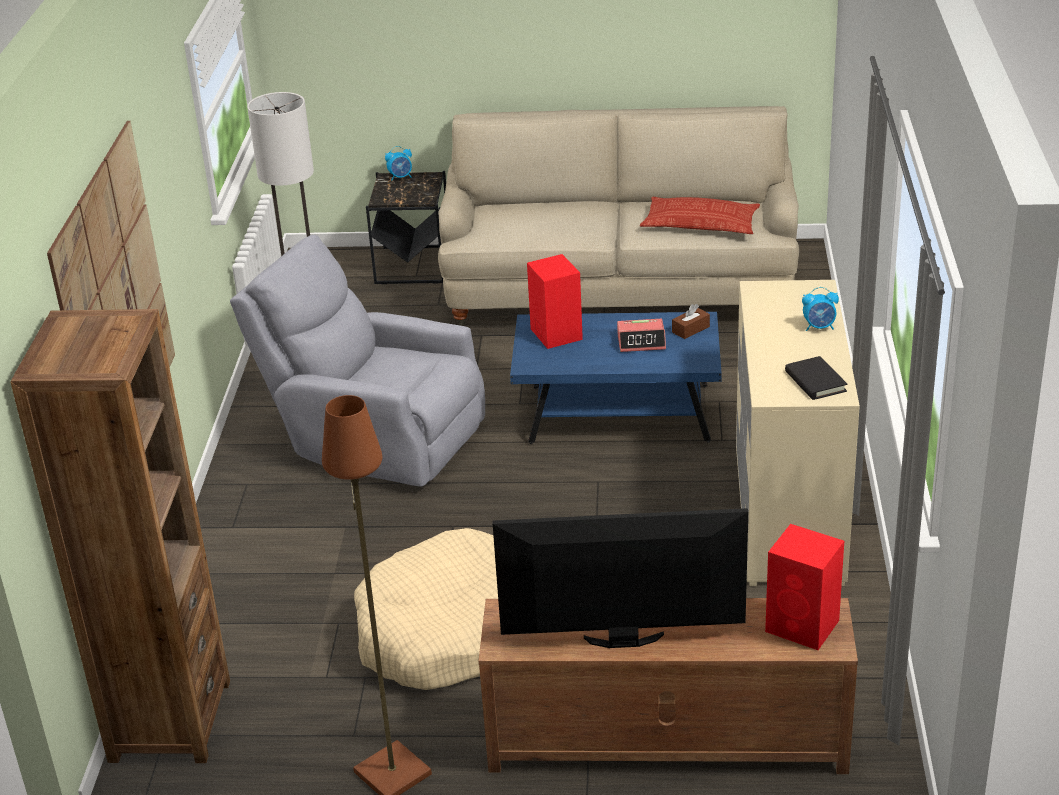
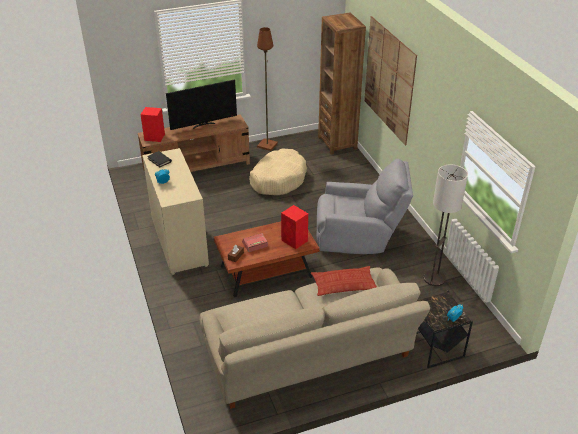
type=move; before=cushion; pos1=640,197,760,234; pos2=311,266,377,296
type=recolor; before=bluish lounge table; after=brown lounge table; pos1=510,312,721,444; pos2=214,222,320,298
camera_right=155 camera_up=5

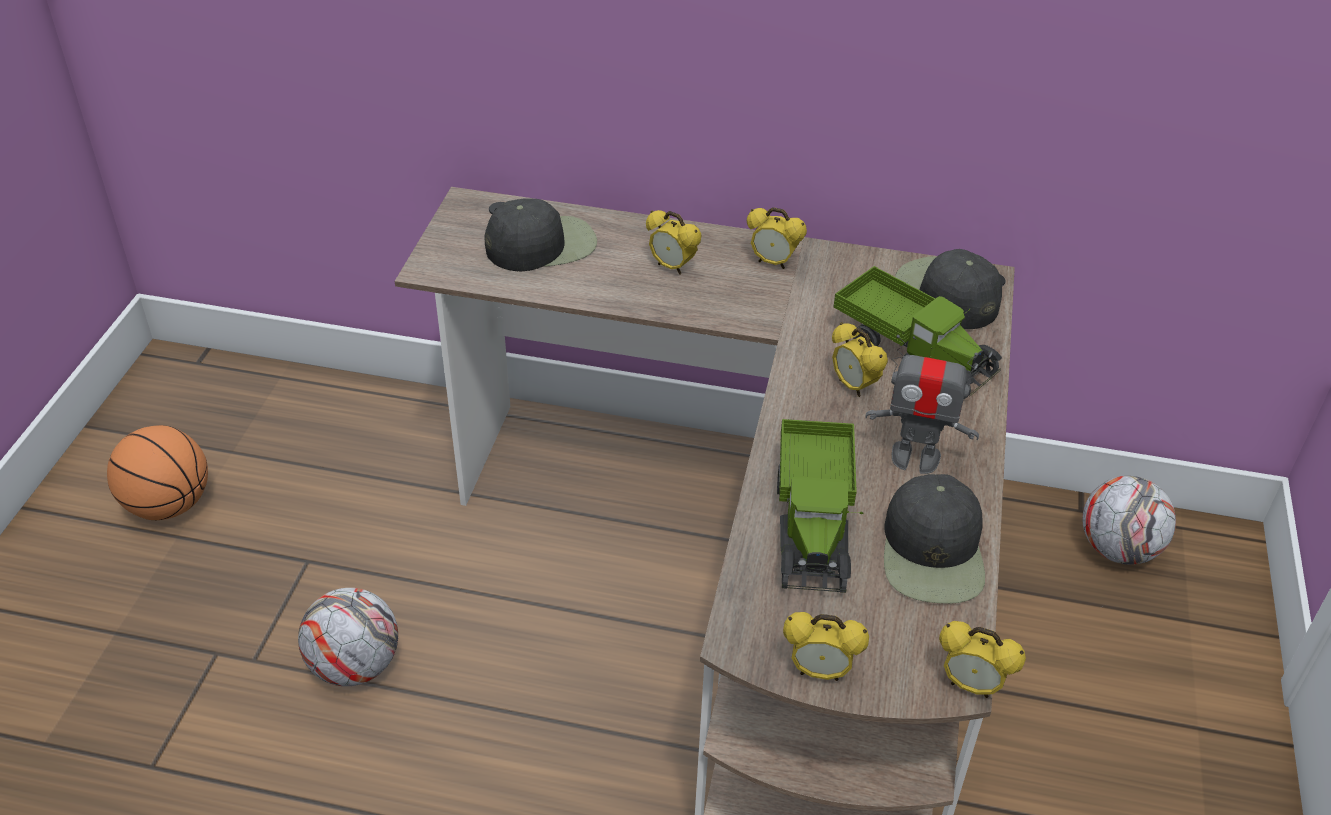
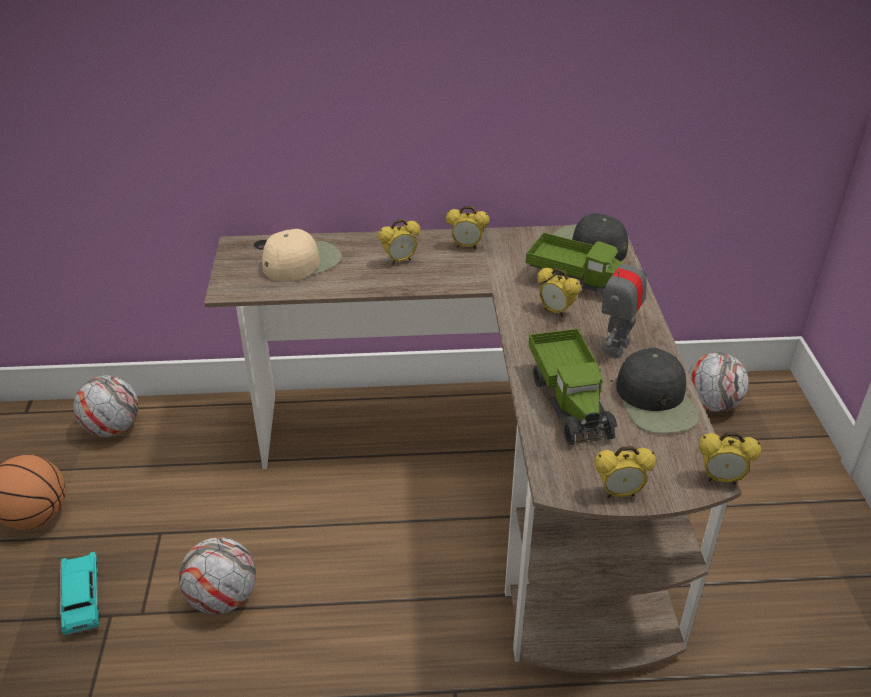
type=insert; after=blue-green model car; pos2=60,552,100,636
type=insert; after=football; pos2=73,375,138,437
type=recolor; before=black peaked cap; after=beige-coloured peaked cap; pos1=484,198,597,272; pos2=262,229,342,282
type=rotate; before=bedside clock; pos1=646,210,701,275; pos2=378,219,421,265; turn=-45
type=rotate; before=robot figure; pos1=865,335,980,474; pos2=600,243,647,359; turn=120
camera_right=-15 camera_up=-5

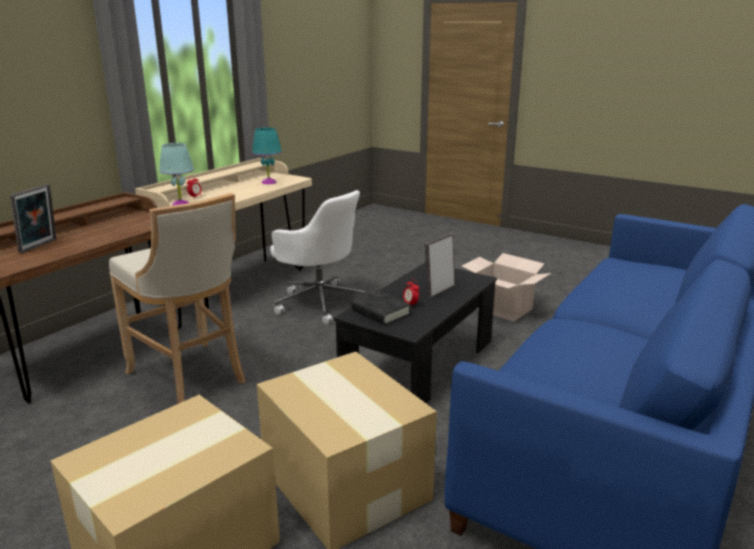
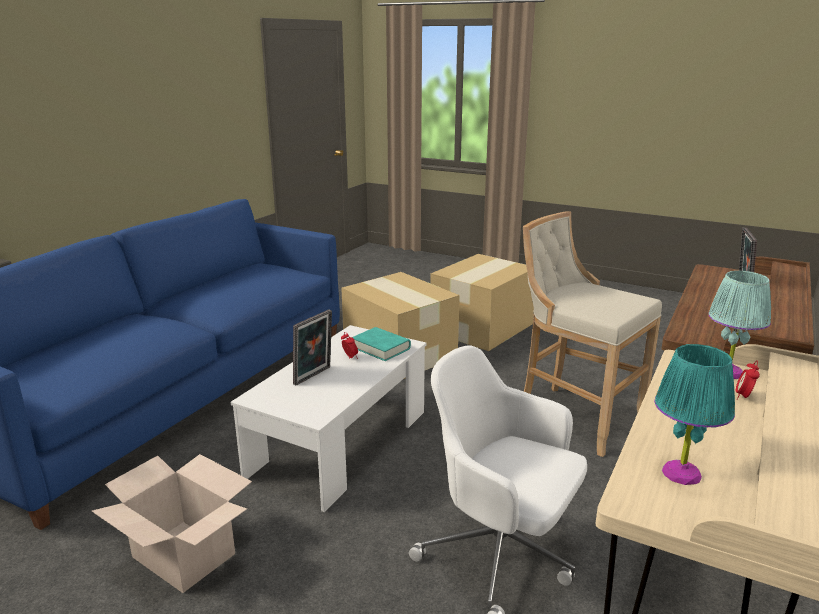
type=recolor; before=black lounge table; after=whitish lounge table; pos1=334,262,497,403; pos2=231,325,427,512
type=recolor; before=black book; after=blue-green book; pos1=352,291,411,325; pos2=352,327,411,361
camera_right=175 camera_up=0

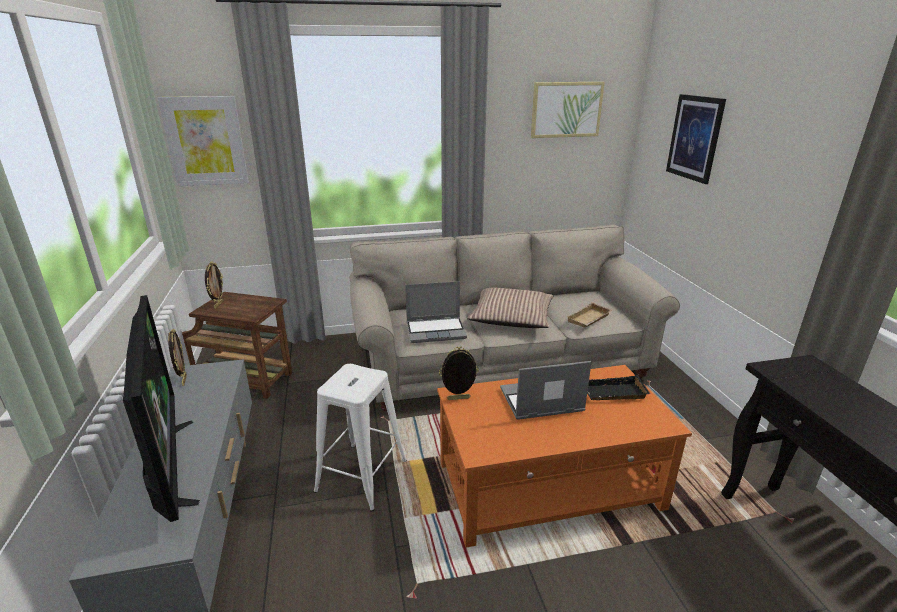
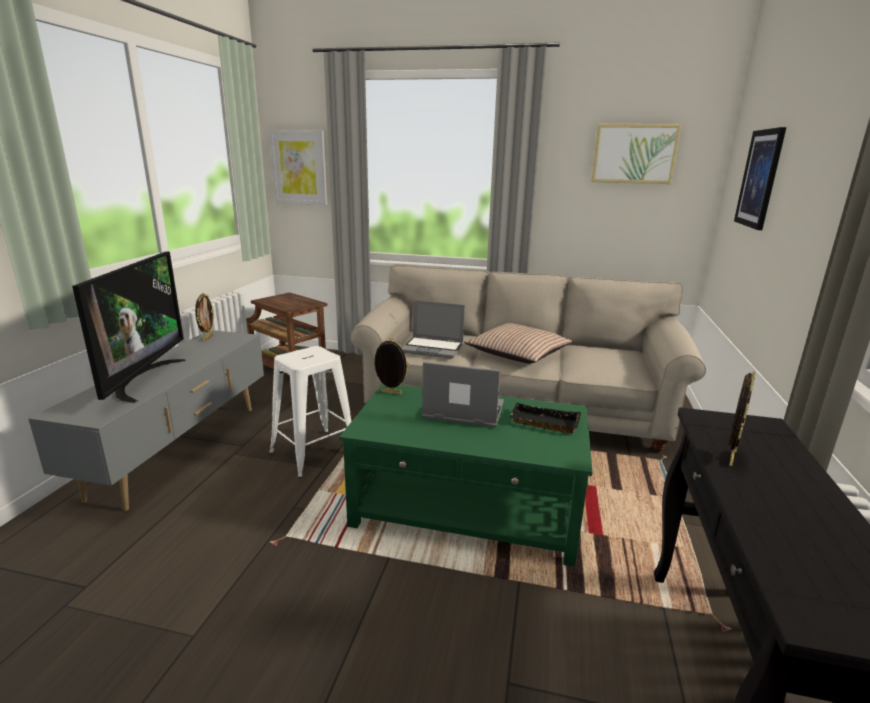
type=delete; before=beige-coloured serving tray; pos1=567,302,612,328
type=move; before=picture frame; pos1=205,262,224,309; pos2=729,370,756,466
type=recolor; before=orangey lounge table; after=green-coloured lounge table; pos1=437,365,692,547; pos2=339,383,593,567
camera_right=25 camera_up=-5

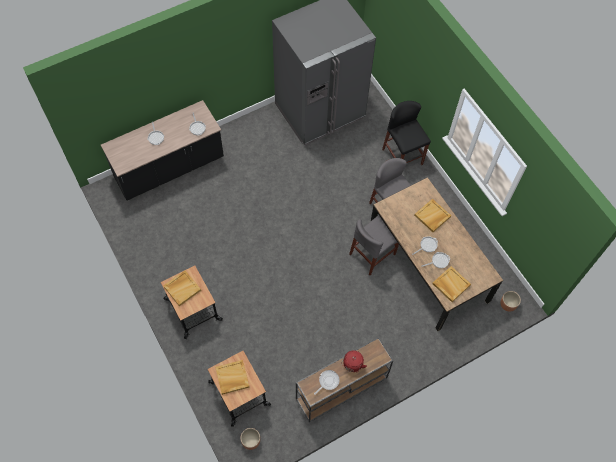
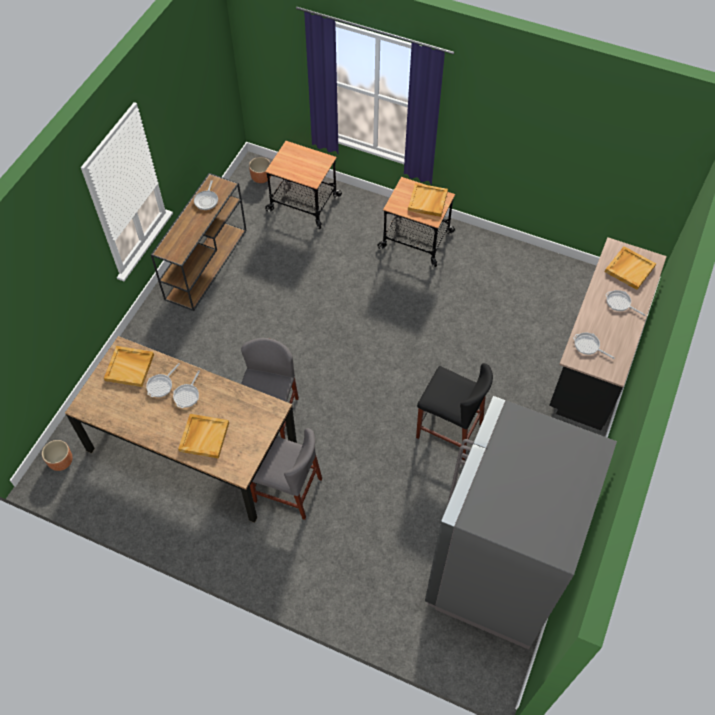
type=delete; before=red water kettle; pos1=341,350,367,372
type=move; before=beige-coloured serving tray; pos1=215,360,249,395; pos2=605,246,656,290
type=move; before=black stool seat; pos1=382,101,431,165; pos2=416,363,493,460
camera_right=145 camera_up=-5

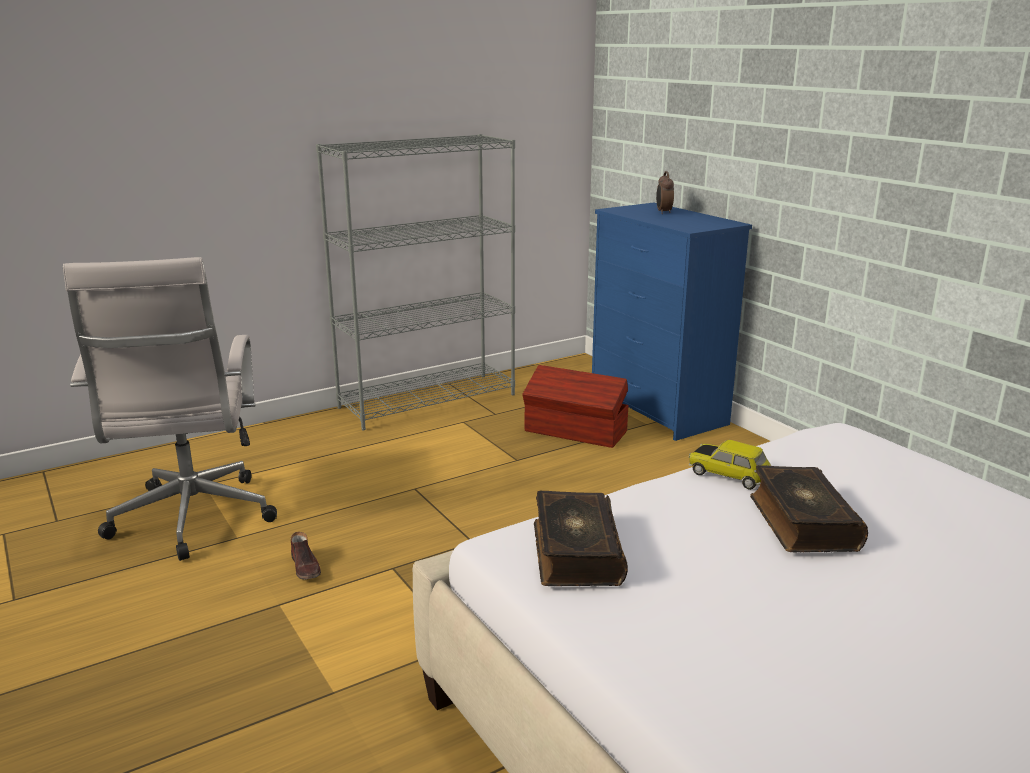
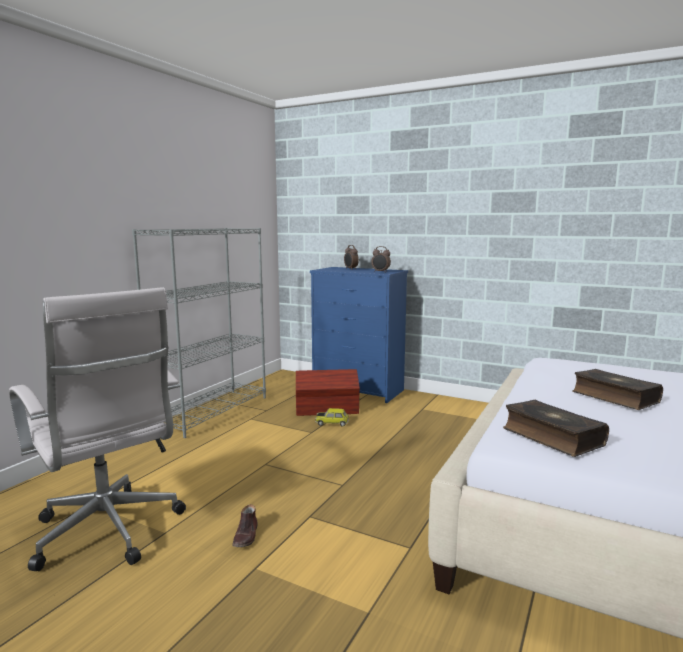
type=insert; after=bedside clock; pos2=372,246,391,273
type=move; before=model car; pos1=689,440,771,490; pos2=315,408,349,427
type=rotate; before=brown low shoe; pos1=291,532,321,580; pos2=232,504,258,547; turn=60
camera_right=-30 camera_up=-10

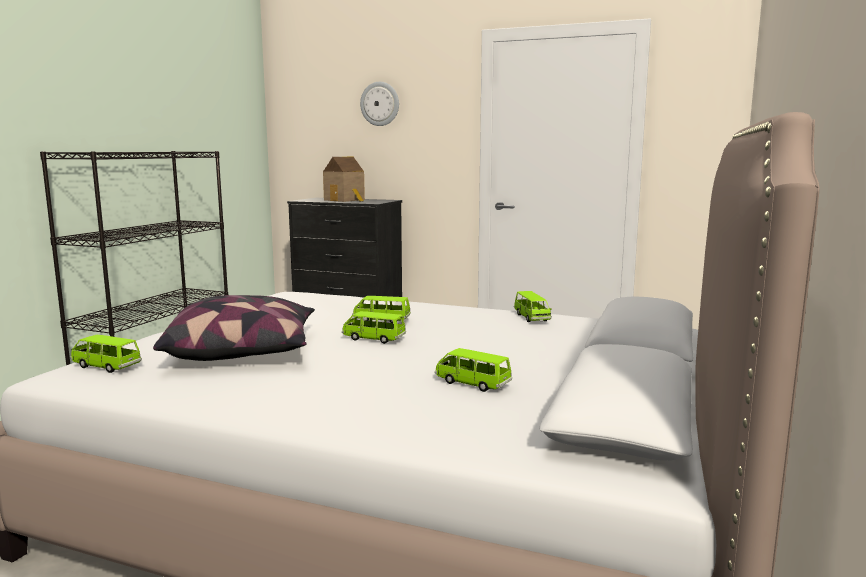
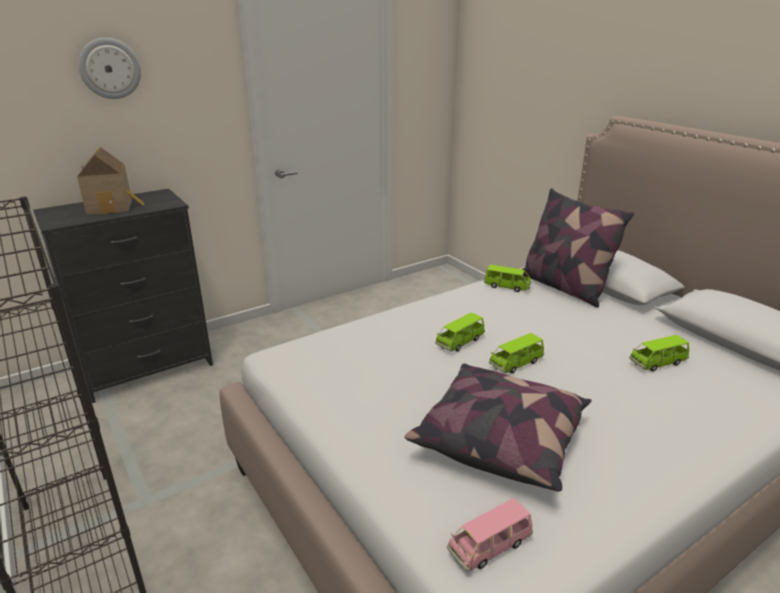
type=insert; after=cushion; pos2=521,188,634,307
type=recolor; before=green-coloured model car; after=pinkish model car; pos1=70,335,142,373; pos2=447,498,533,572
camera_right=-55 camera_up=15

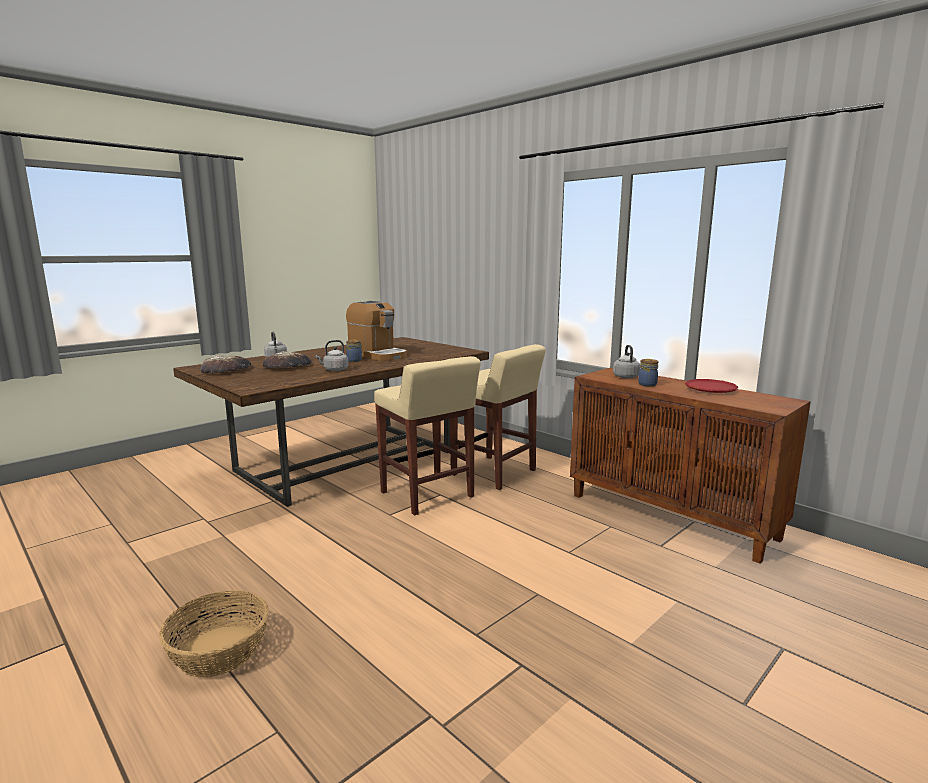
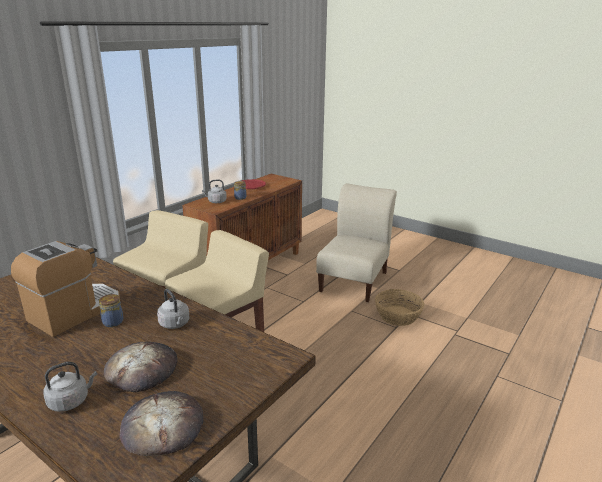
type=insert; after=beige-coloured chair; pos2=316,184,397,302
type=move; before=household basket; pos1=159,590,269,677; pos2=375,289,424,326
camera_right=-100 camera_up=10

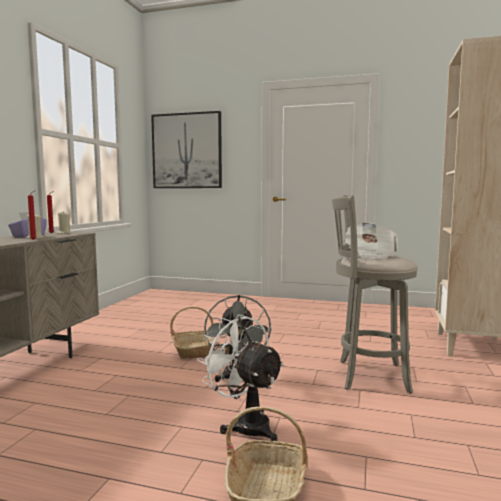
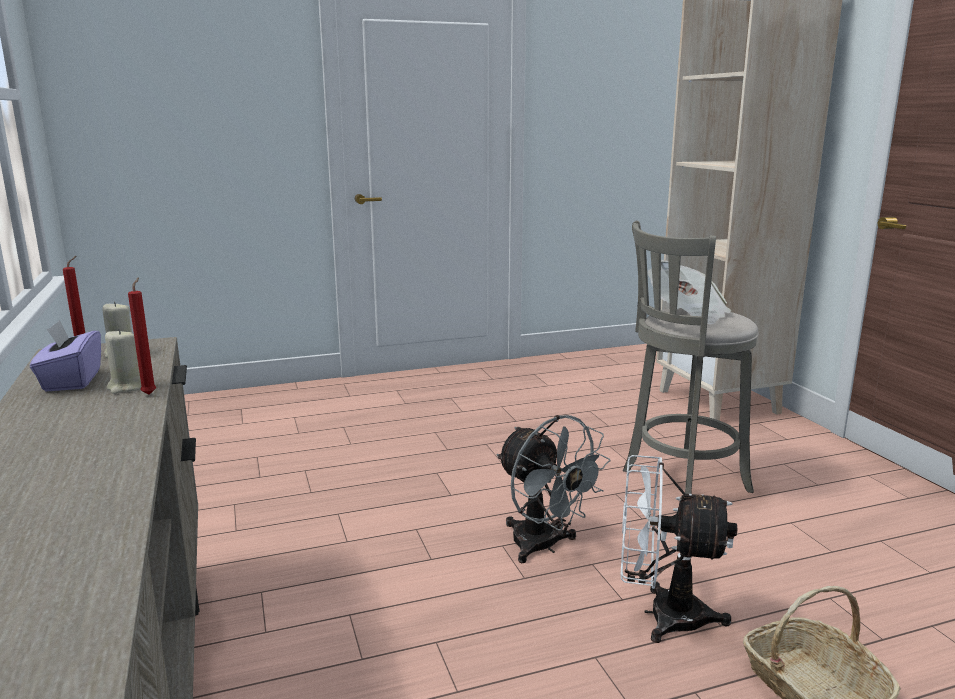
type=delete; before=picture; pos1=151,111,222,188
type=delete; before=household basket; pos1=170,307,215,359
camera_right=-35 camera_up=10

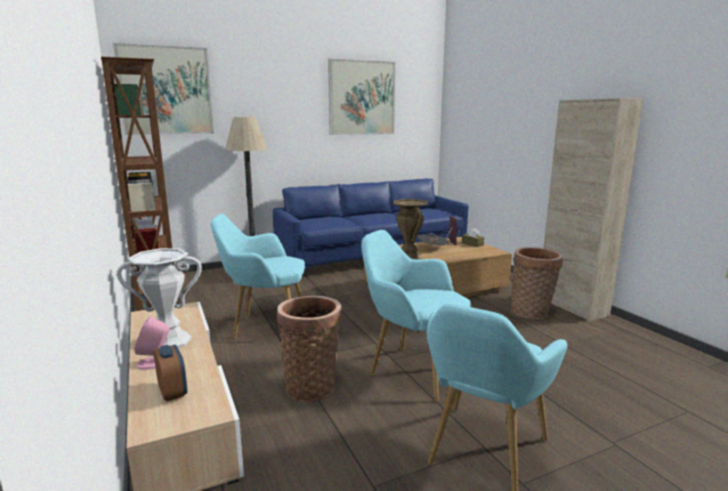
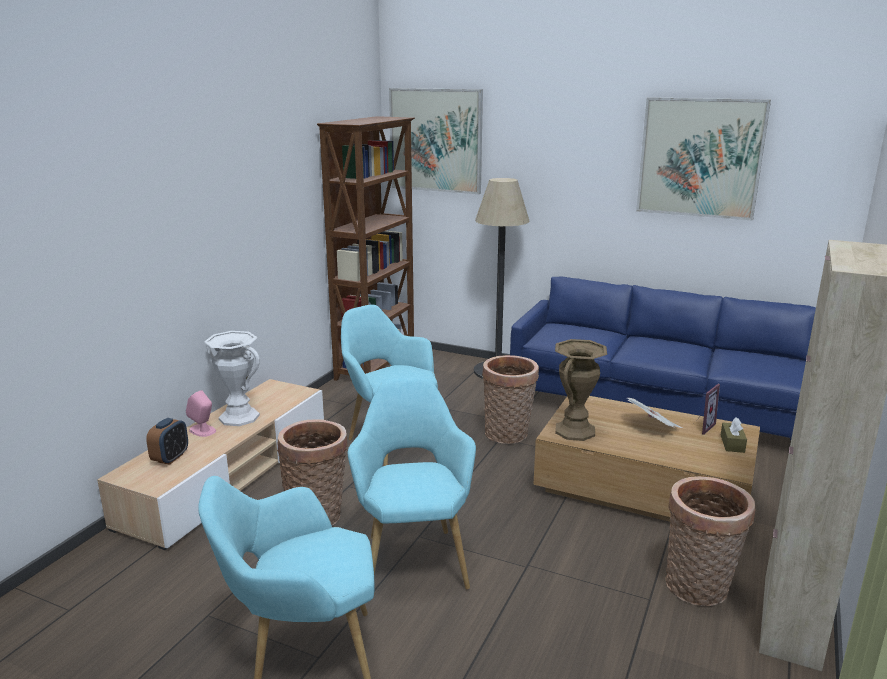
type=insert; after=household basket; pos2=482,355,539,444
camera_right=50 camera_up=5

